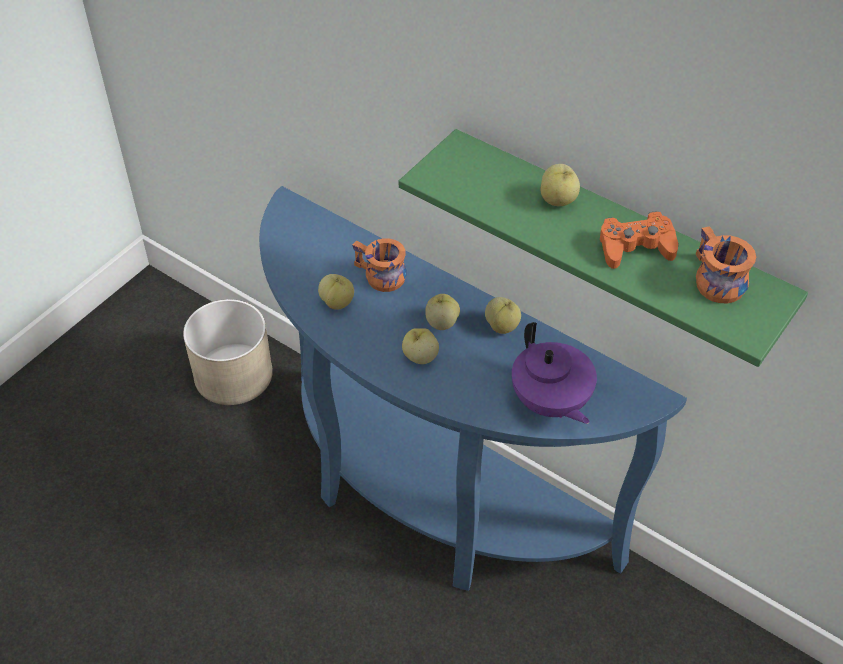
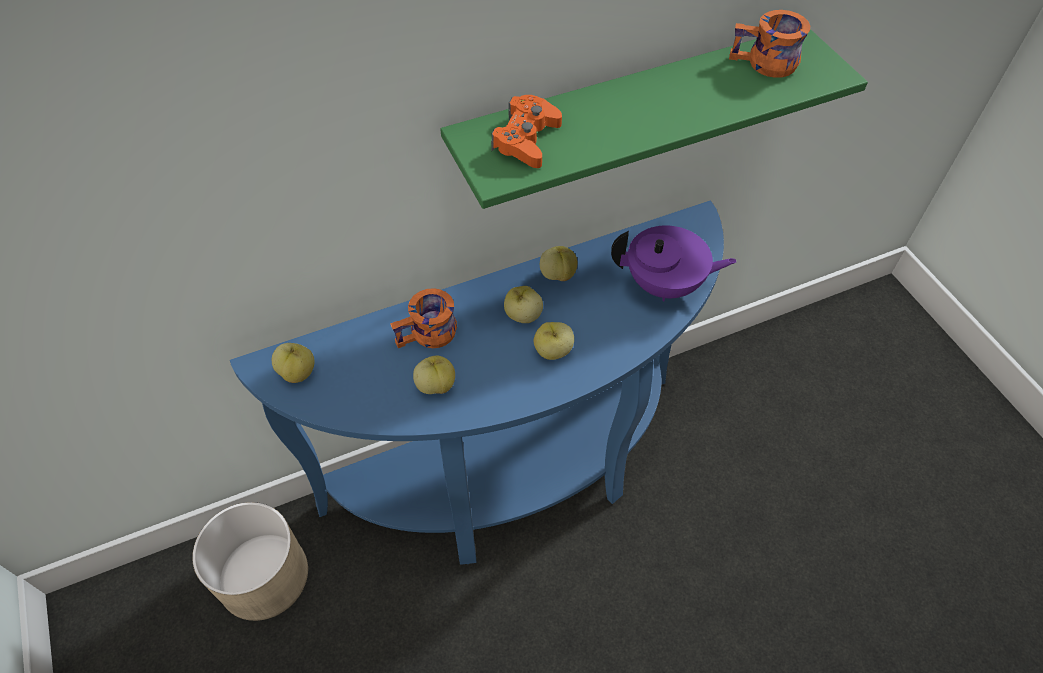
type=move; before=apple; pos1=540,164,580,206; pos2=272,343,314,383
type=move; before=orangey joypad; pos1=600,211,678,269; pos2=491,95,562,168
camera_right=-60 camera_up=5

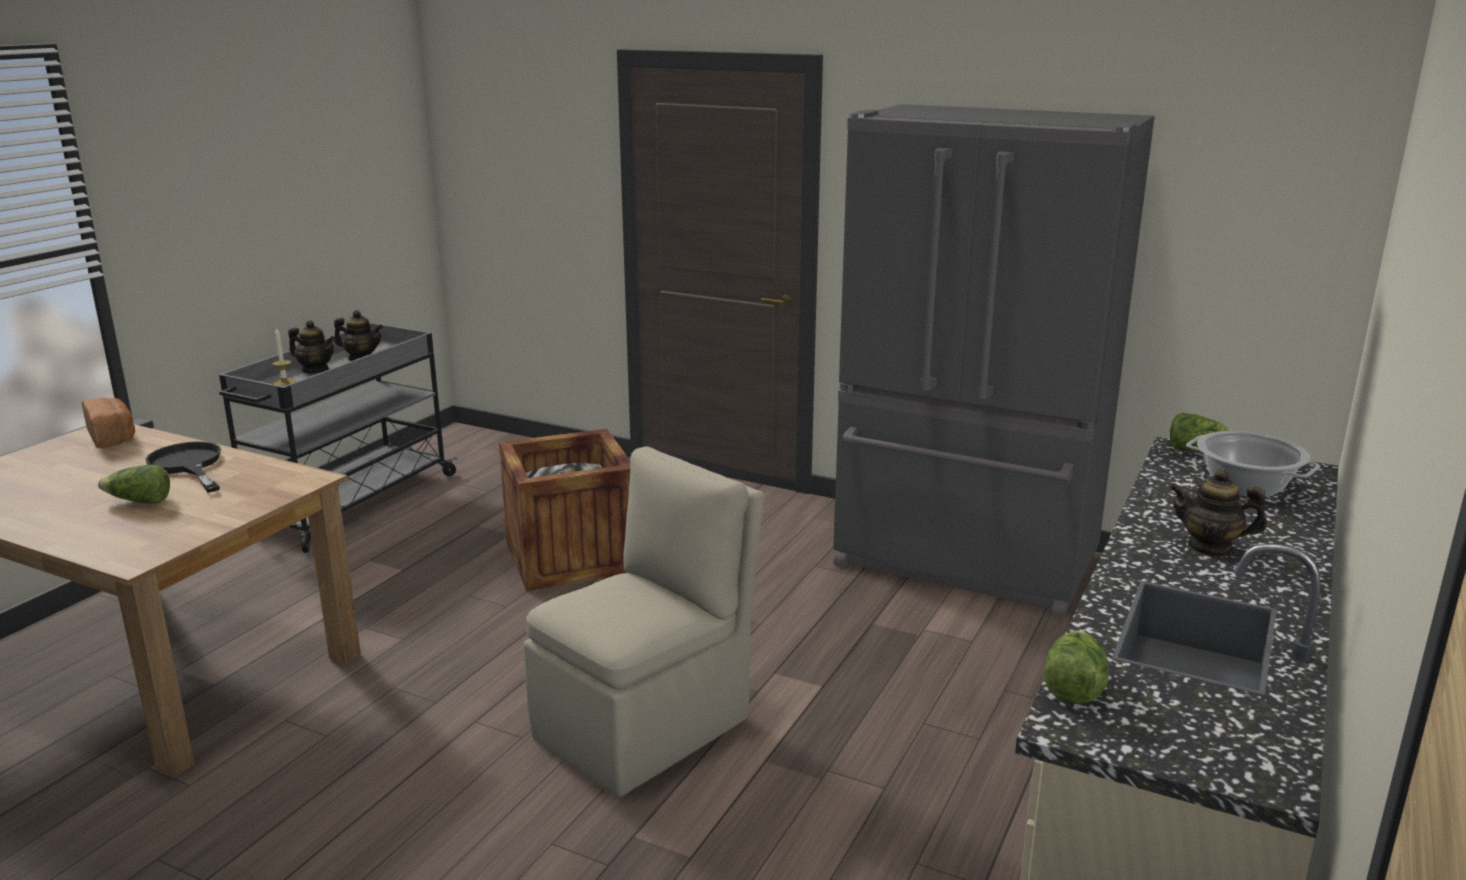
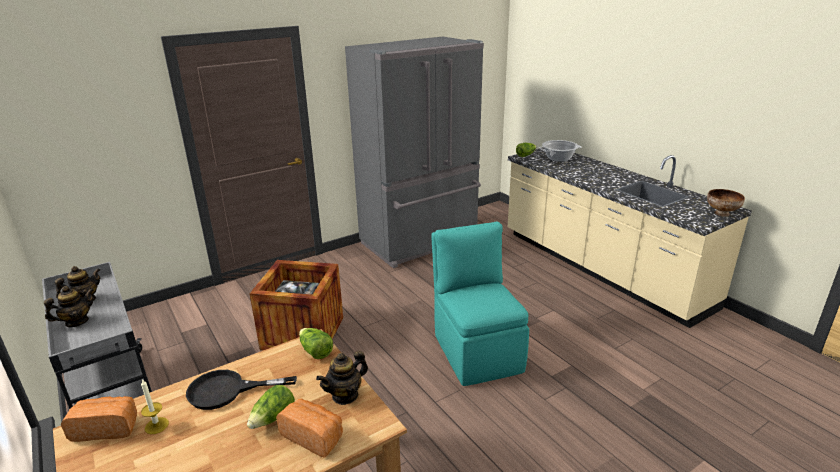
type=insert; after=bakery bread; pos2=276,399,343,458
type=insert; after=bowl; pos2=707,189,745,217
type=move; before=wax candle; pos1=272,327,296,386; pos2=141,379,169,434
type=move; before=lettuce head; pos1=1044,631,1109,704; pos2=299,328,333,359
type=move; before=tea pot; pos1=1169,468,1267,557; pos2=316,351,368,405
type=recolor; before=beige-coloured chair; after=blue-green chair; pos1=523,446,764,797; pos2=431,222,529,386
camera_right=-60 camera_up=5

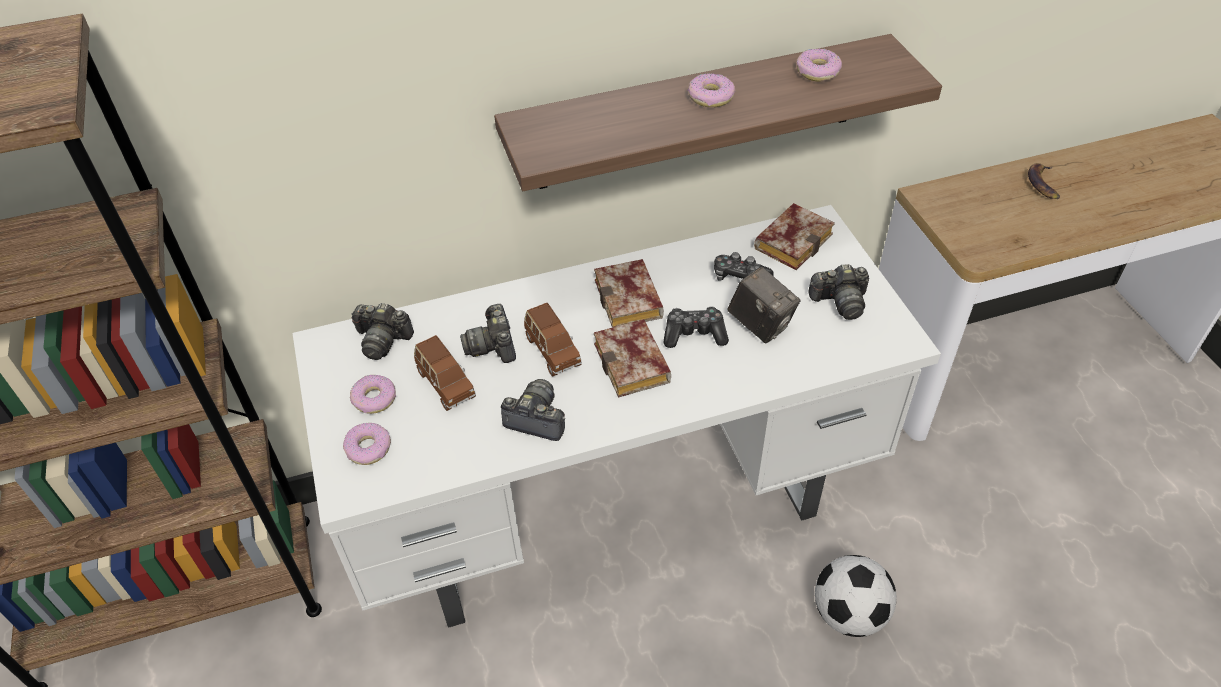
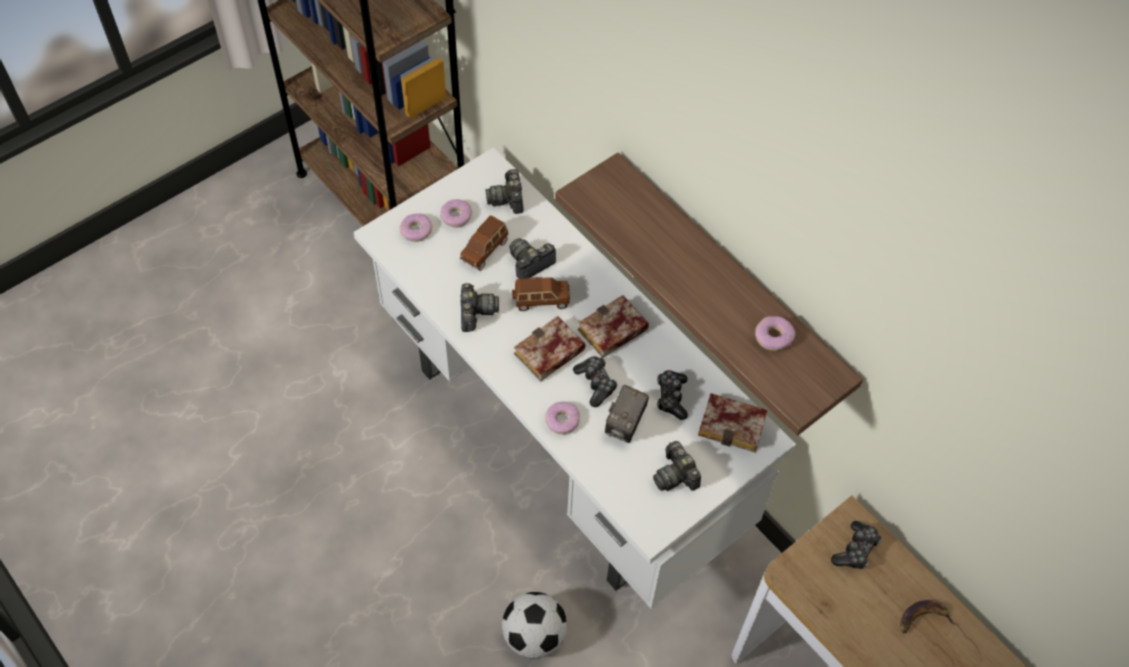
type=insert; after=joypad; pos2=831,521,882,569
type=move; before=doughnut; pos1=688,73,736,107; pos2=545,401,580,434
type=rotate; before=brown model car; pos1=524,303,582,377; pos2=512,277,570,311; turn=-135
camera_right=65 camera_up=10

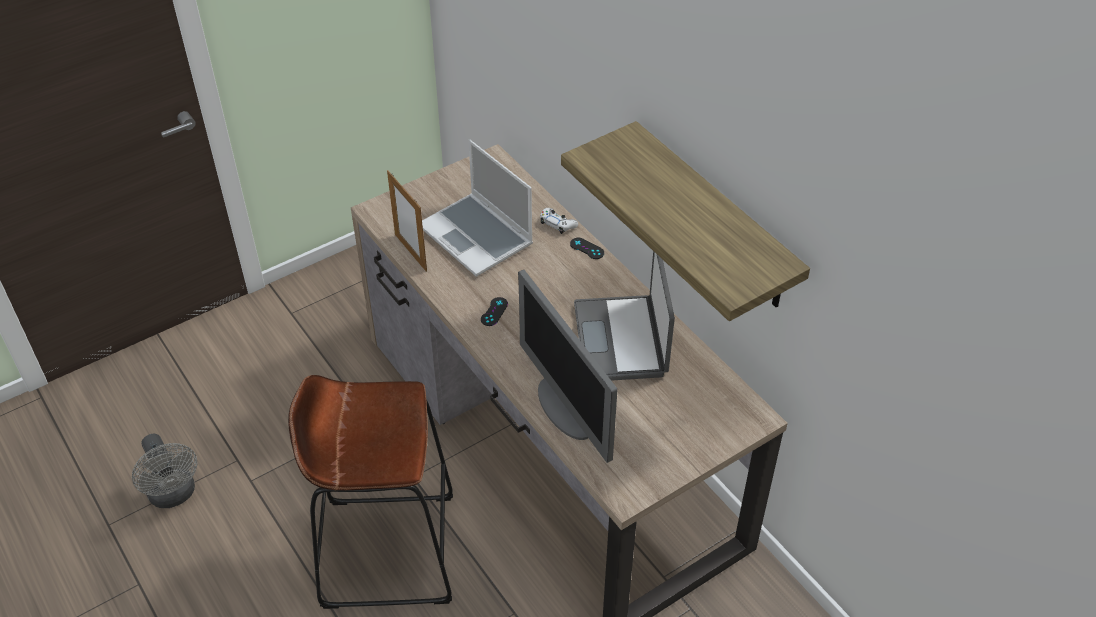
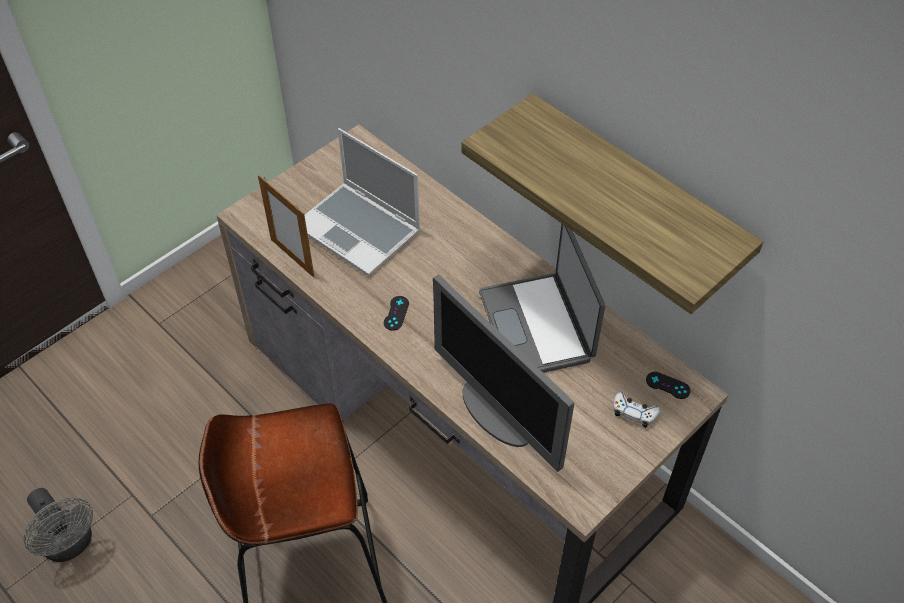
type=move; before=whitish joypad; pos1=540,208,578,234; pos2=613,392,660,428
type=move; before=black joypad; pos1=570,238,604,259; pos2=646,372,691,399
camera_right=-10 camera_up=5

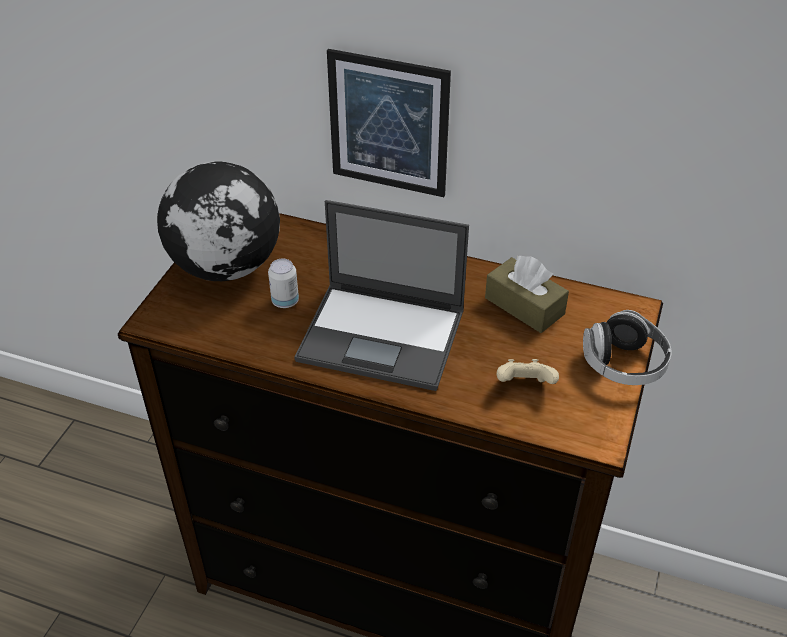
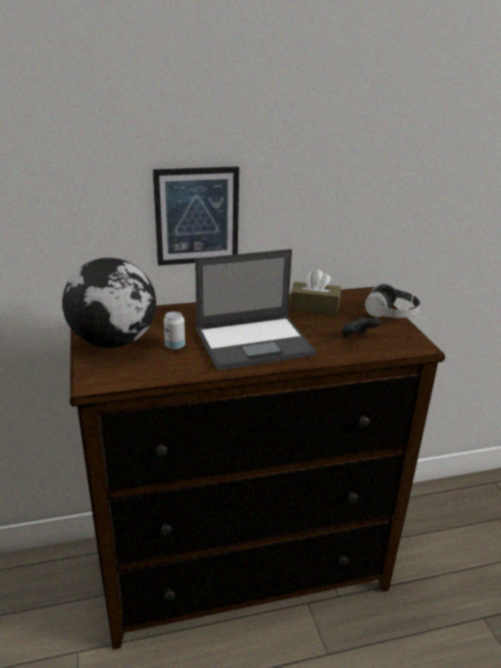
type=recolor; before=beige-coloured joypad; after=black joypad; pos1=497,359,559,384; pos2=341,317,381,338
camera_right=-35 camera_up=-15

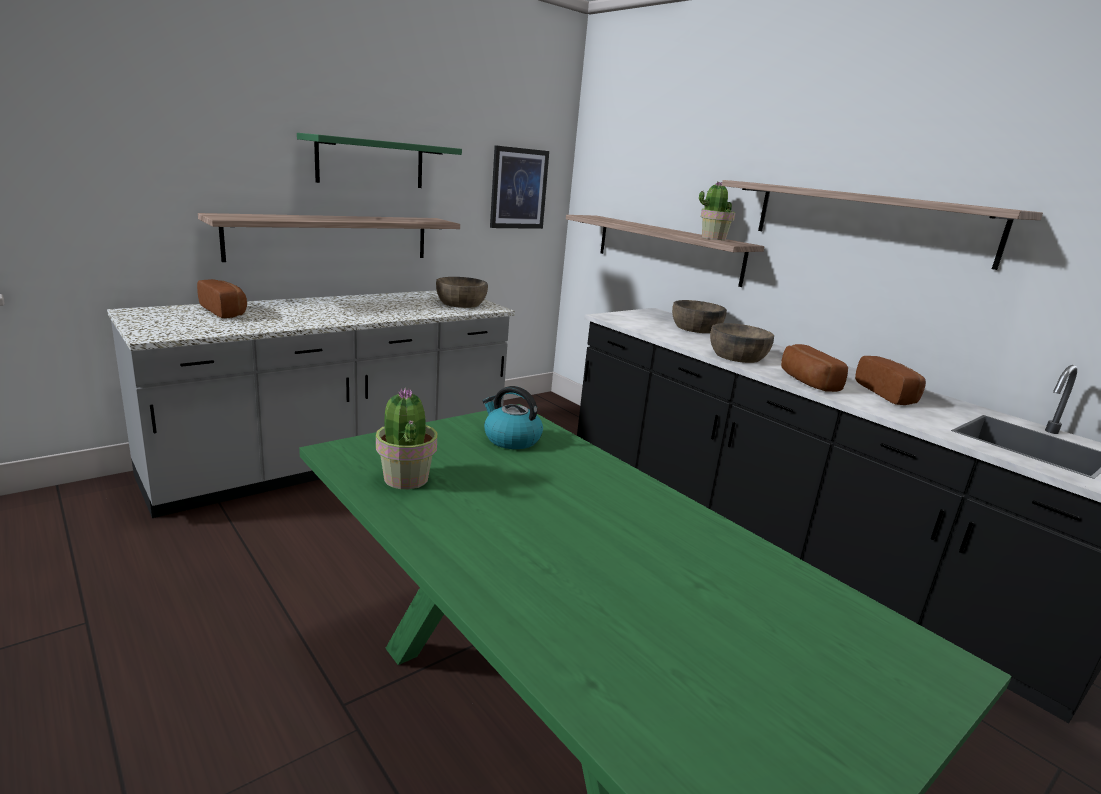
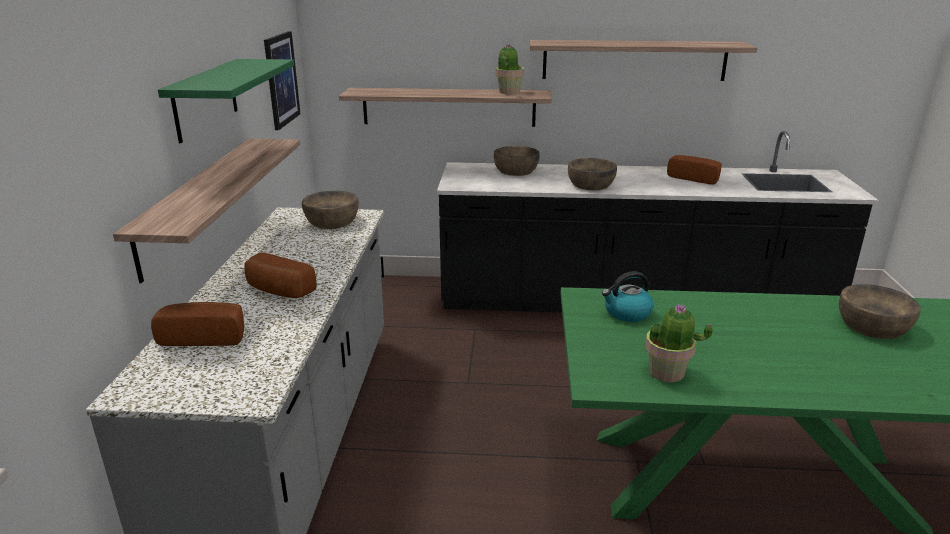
type=insert; after=brown bowl; pos2=839,284,921,339
type=move; before=bakery bread; pos1=781,344,848,392; pos2=245,252,317,298
camera_right=-45 camera_up=5

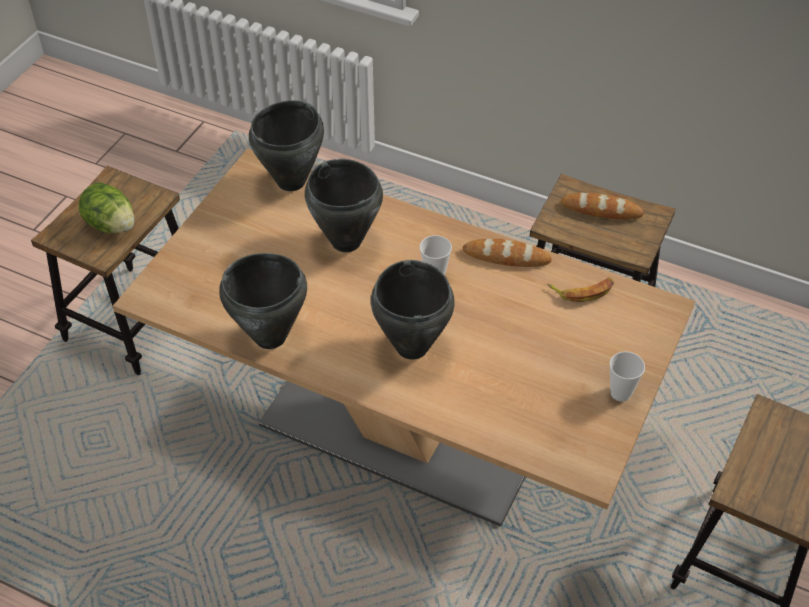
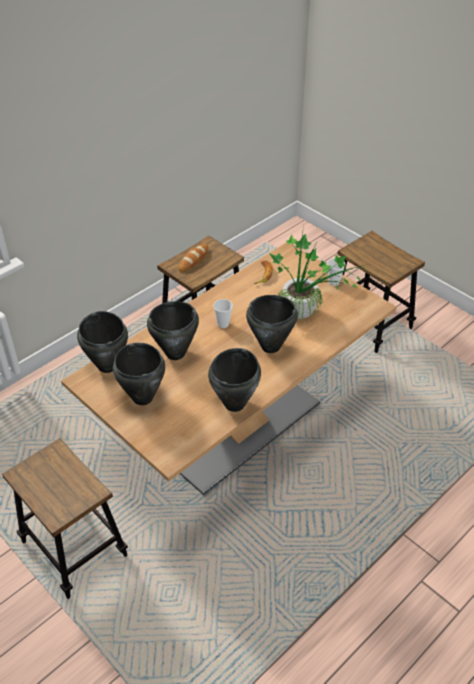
type=delete; before=lettuce head; pos1=79,182,134,233
type=delete; before=bakery bread; pos1=463,239,552,267
type=insert; after=black cooking pot; pos2=113,342,165,405
type=insert; after=plant in a pot; pos2=269,225,365,322
camera_right=-70 camera_up=-5

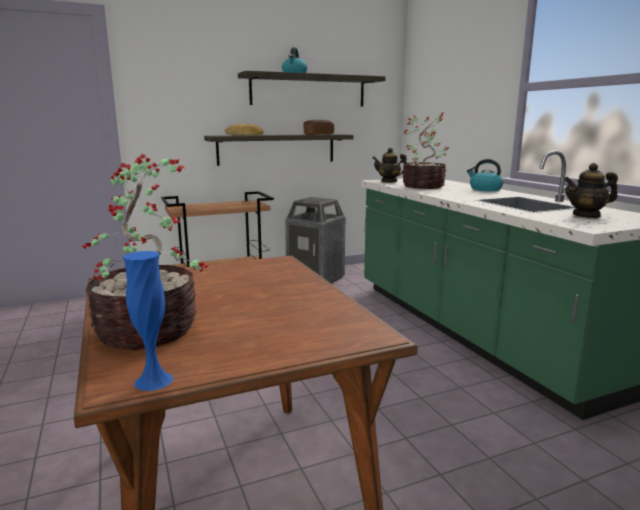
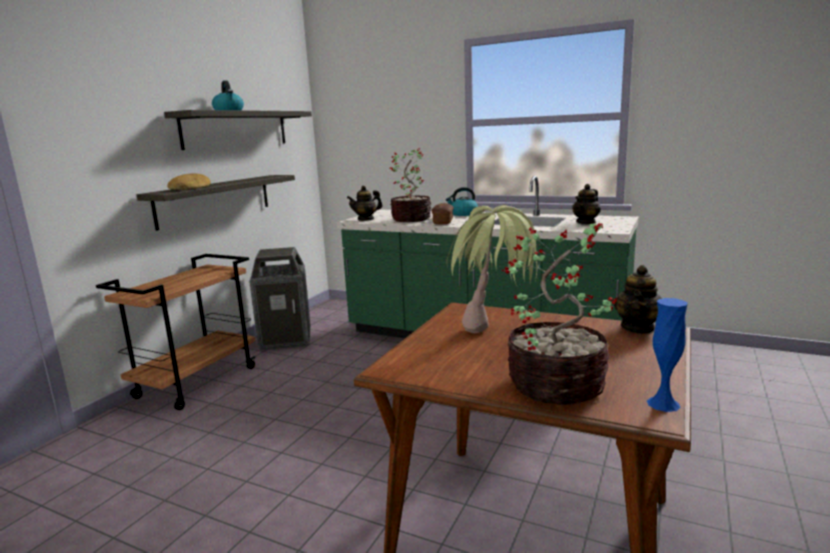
type=insert; after=plant in a pot; pos2=446,205,538,333
type=insert; after=tea pot; pos2=614,265,662,334
type=move; before=bakery bread; pos1=303,120,334,135; pos2=432,203,453,224
camera_right=-40 camera_up=0

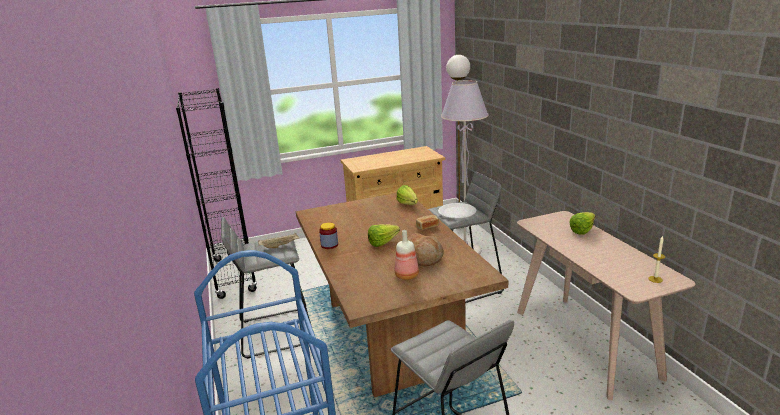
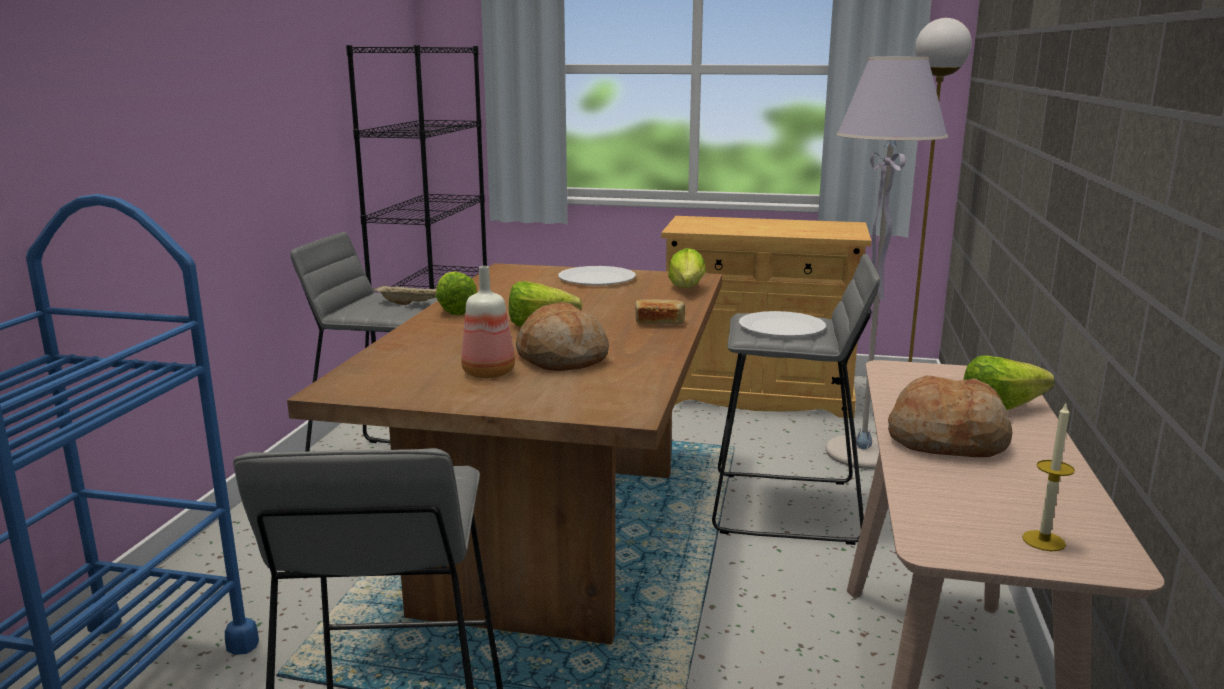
type=insert; after=whitish flat dish; pos2=558,266,636,285
type=insert; after=bakery bread; pos2=888,375,1013,457
type=replace; before=jar; after=lettuce head; pos1=319,222,338,249; pos2=436,271,477,316
camera_right=30 camera_up=-5

